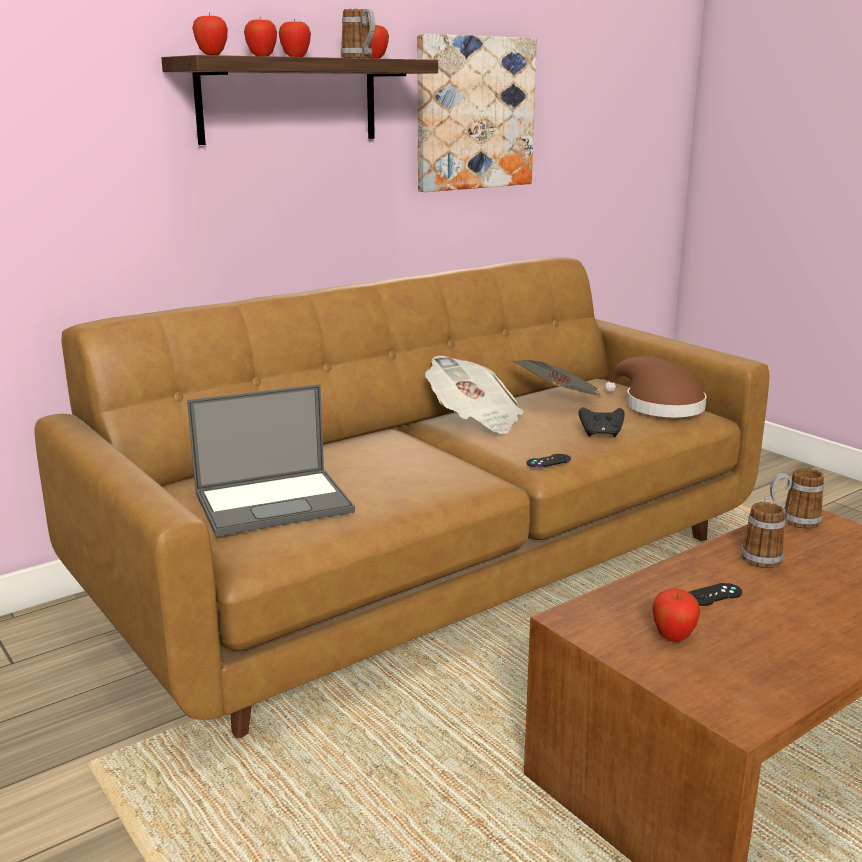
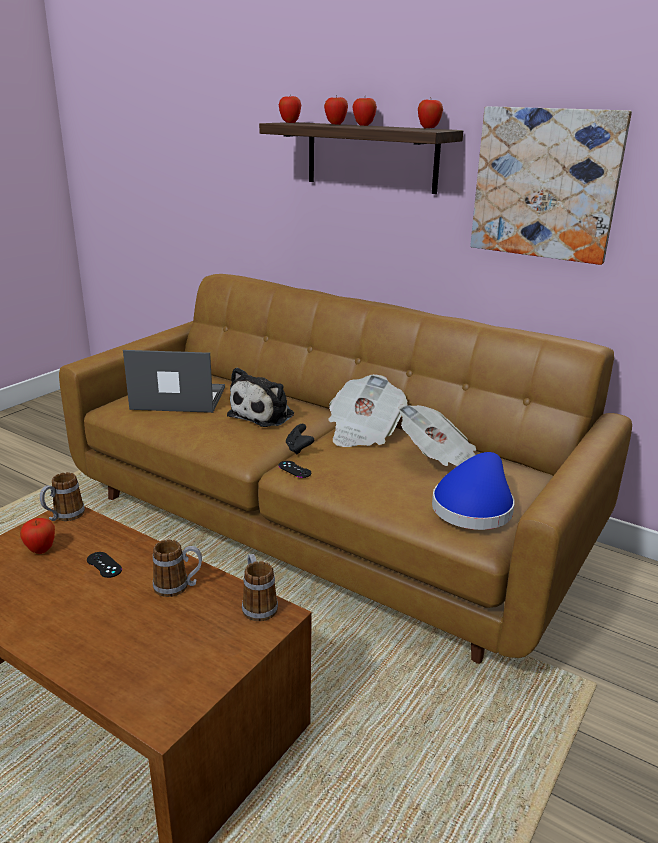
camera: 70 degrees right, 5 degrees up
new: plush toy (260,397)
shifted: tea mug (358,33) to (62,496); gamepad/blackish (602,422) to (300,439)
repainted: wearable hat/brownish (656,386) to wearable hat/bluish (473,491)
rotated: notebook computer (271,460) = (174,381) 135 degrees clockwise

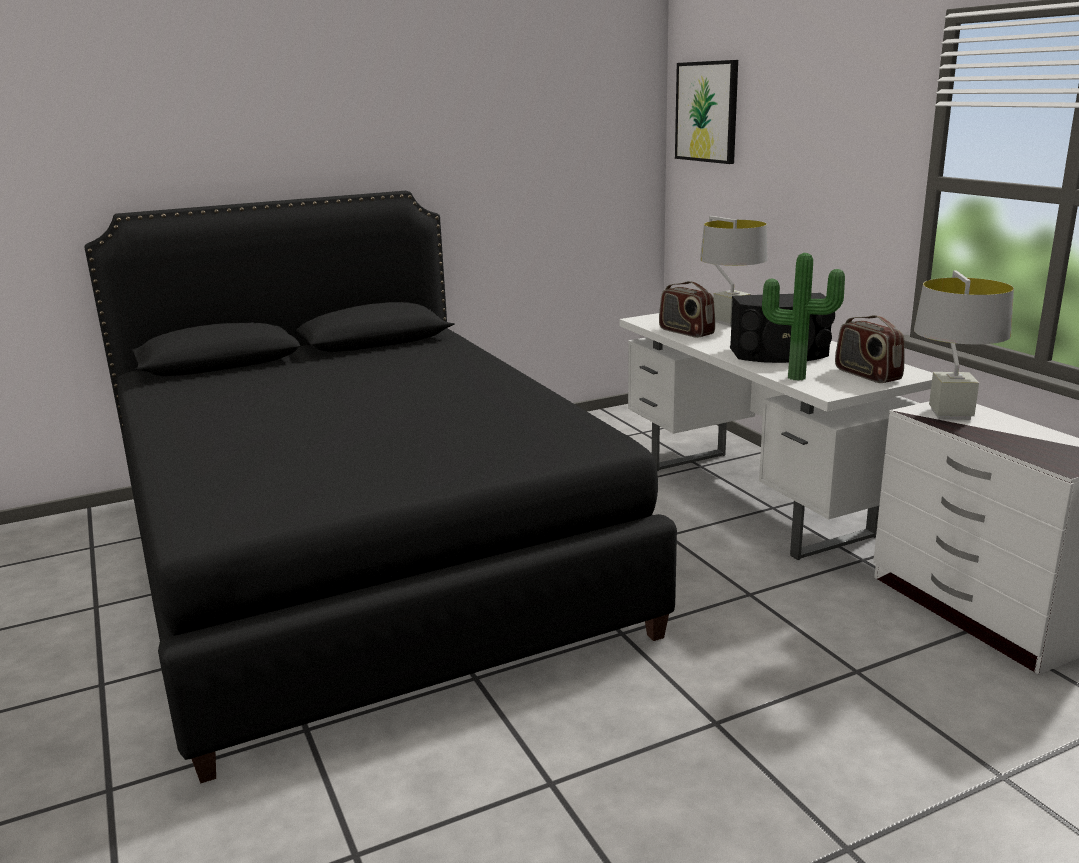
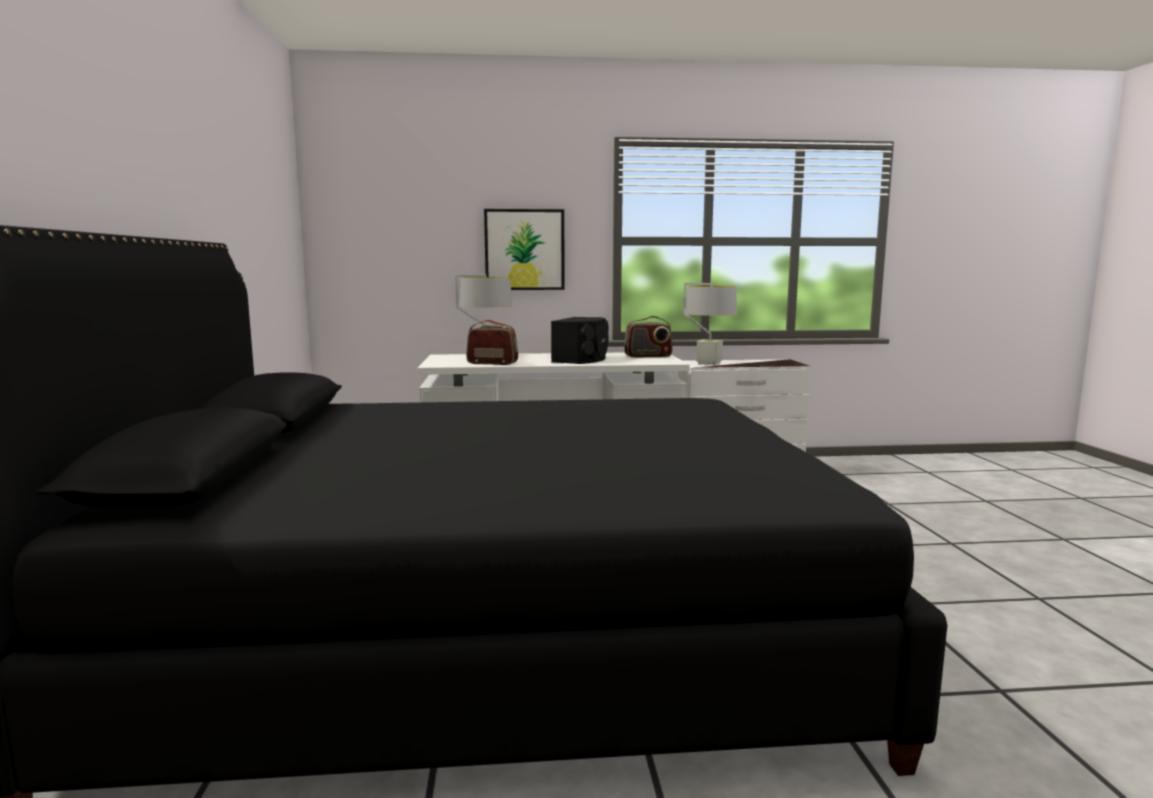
camera: 70 degrees left, 10 degrees down
gone: potted plant (803,317)
shifted: wall art (706,112) to (524,249)
rotated: radio receiver (687,309) = (492,342) 150 degrees counterclockwise

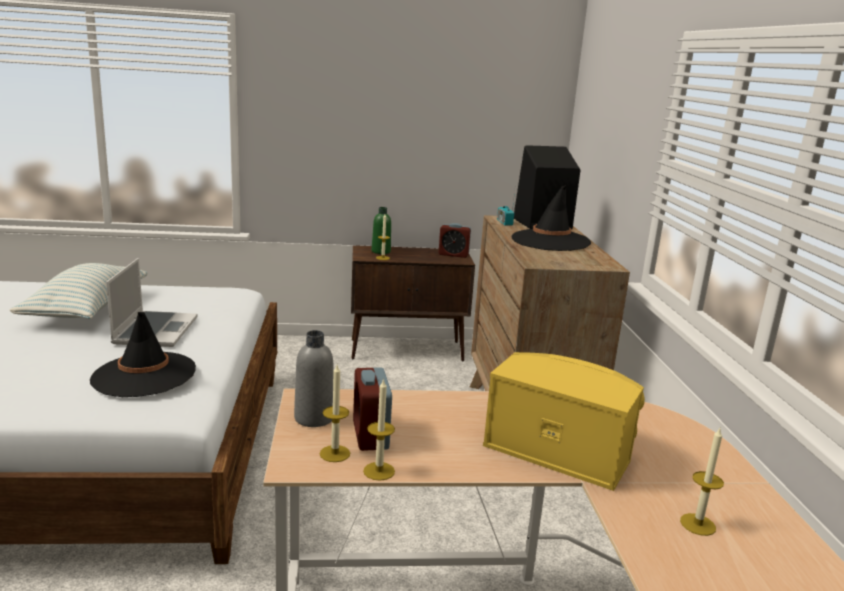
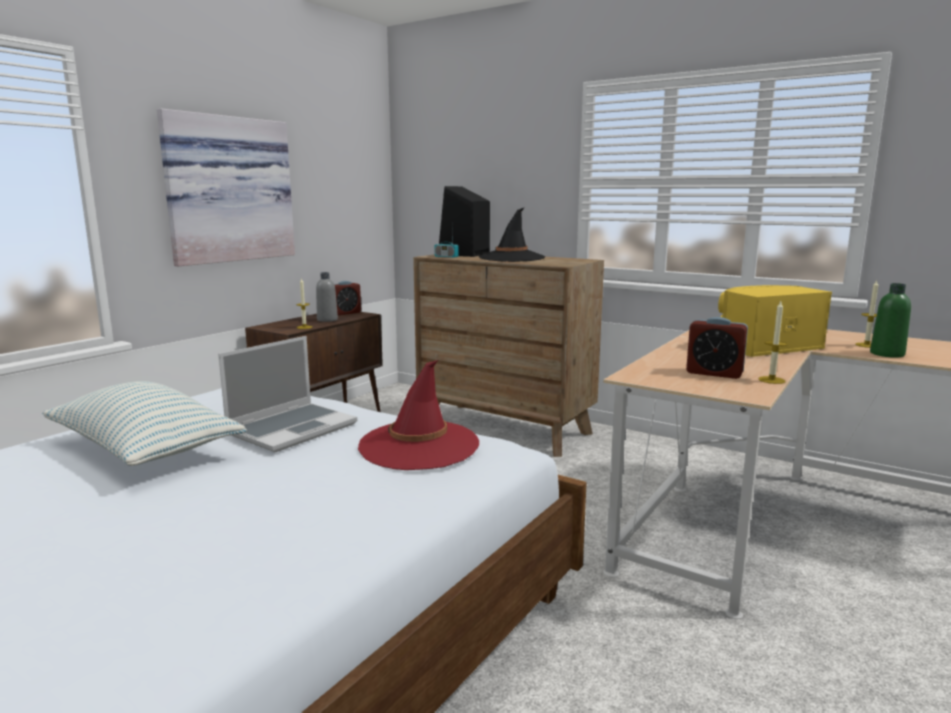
camera: 50 degrees left, 5 degrees down
gone: wax candle (335,413)
new: wall art (226,187)
shifted: drink bottle/green (381,230) to (890,320); drink bottle/greyish (314,378) to (327,297)
repainted: wearable hat/blackish (143,354) to wearable hat/red-coloured (418,415)
rotated: notebook computer (152,302) = (287,394) 90 degrees clockwise

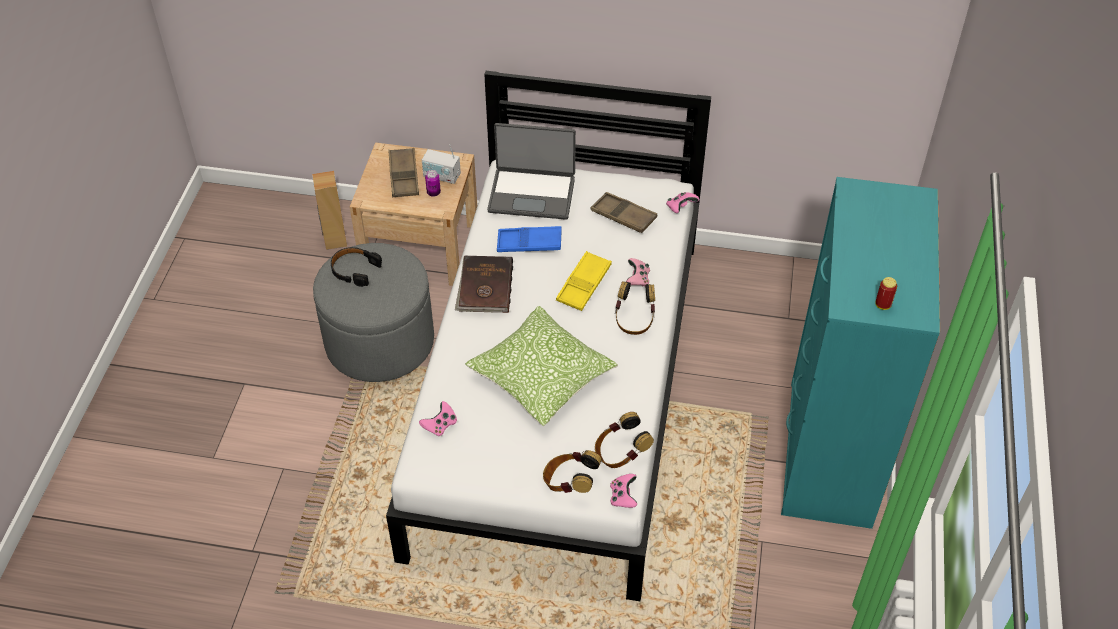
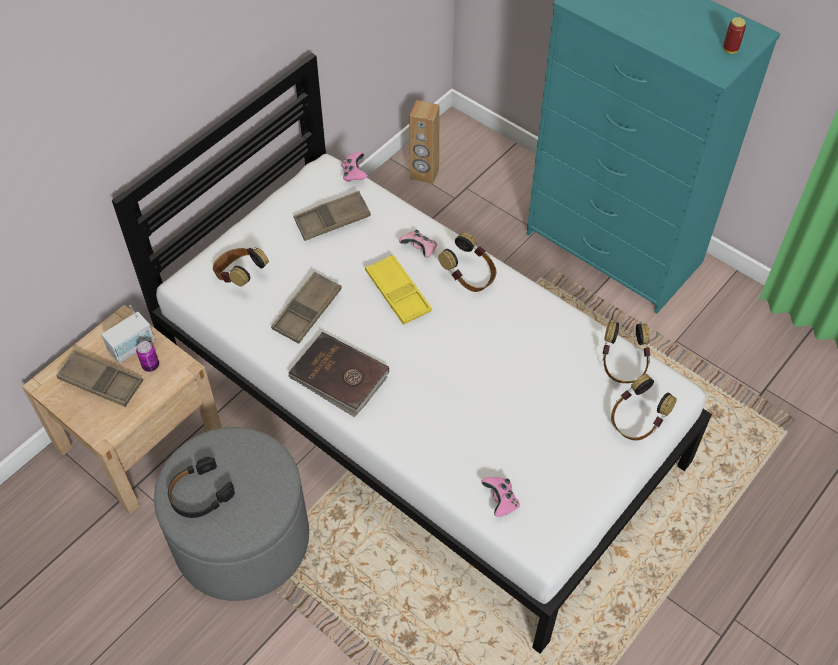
camera: 60 degrees left, 5 degrees up
gone: pillow (541,366); gamepad/pink (623,491)
shifted: loudspeaker/brownish (329,210) to (425,142)
swapped: notebook computer (531,171) to pair of headphones (241,267)
repainted: serving tray/bluish (529,239) to serving tray/brownish (306,308)

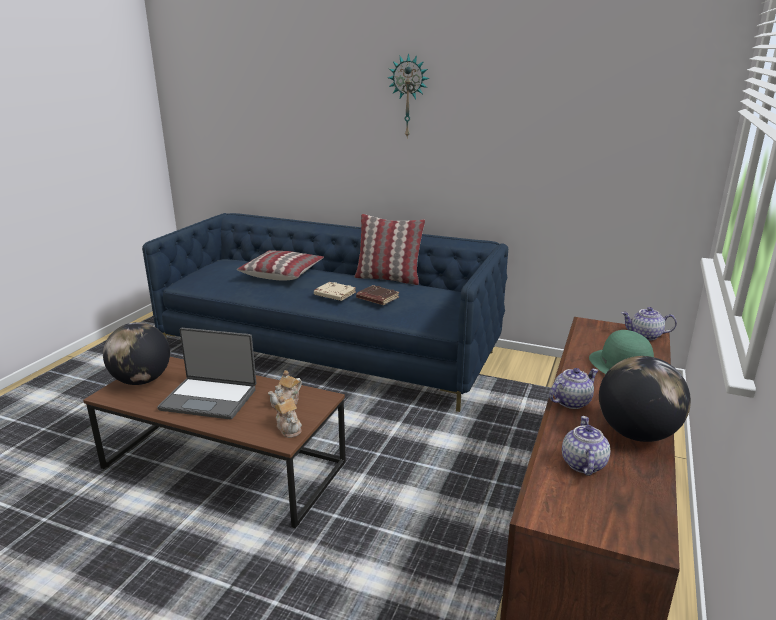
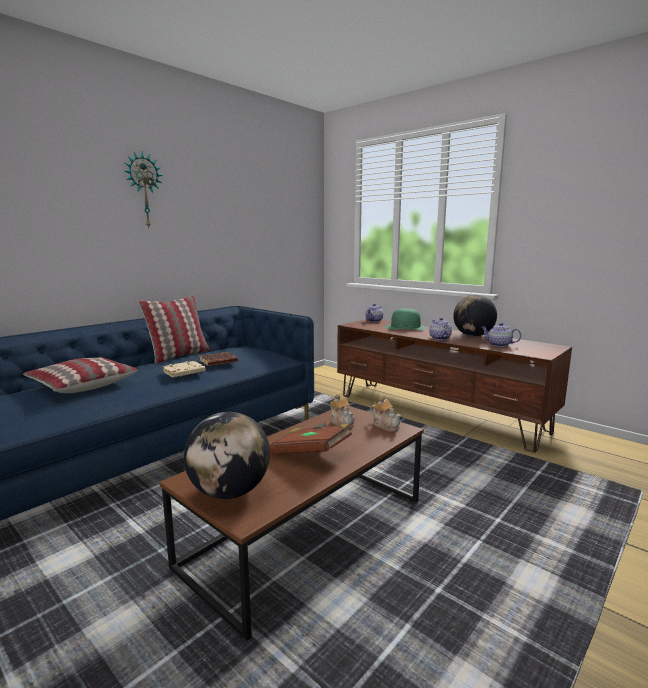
camera: 70 degrees left, 10 degrees down
swapped: notebook computer (206,374) to volume/brownish (310,439)
rotated: teapot (288,417) = (385,414) 60 degrees clockwise

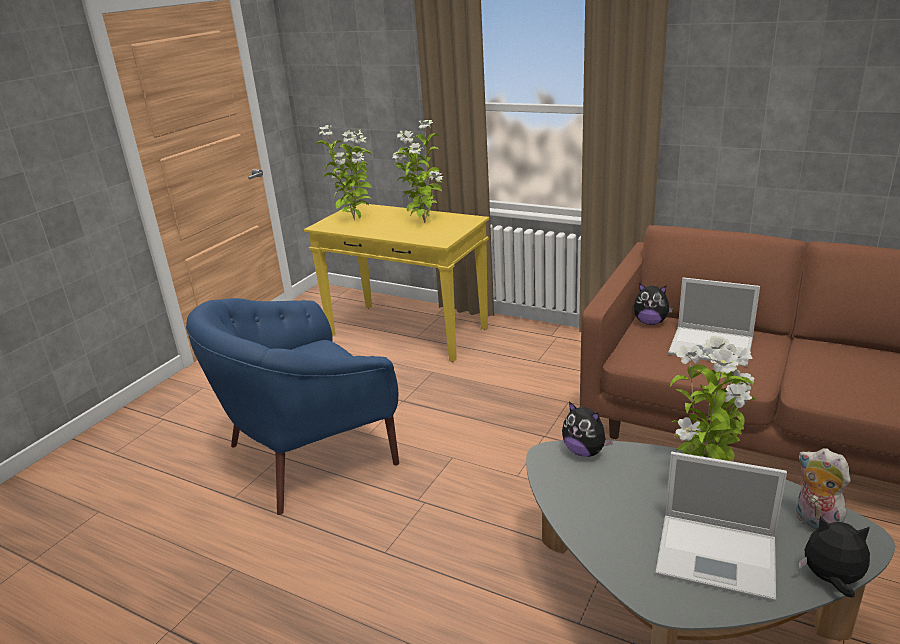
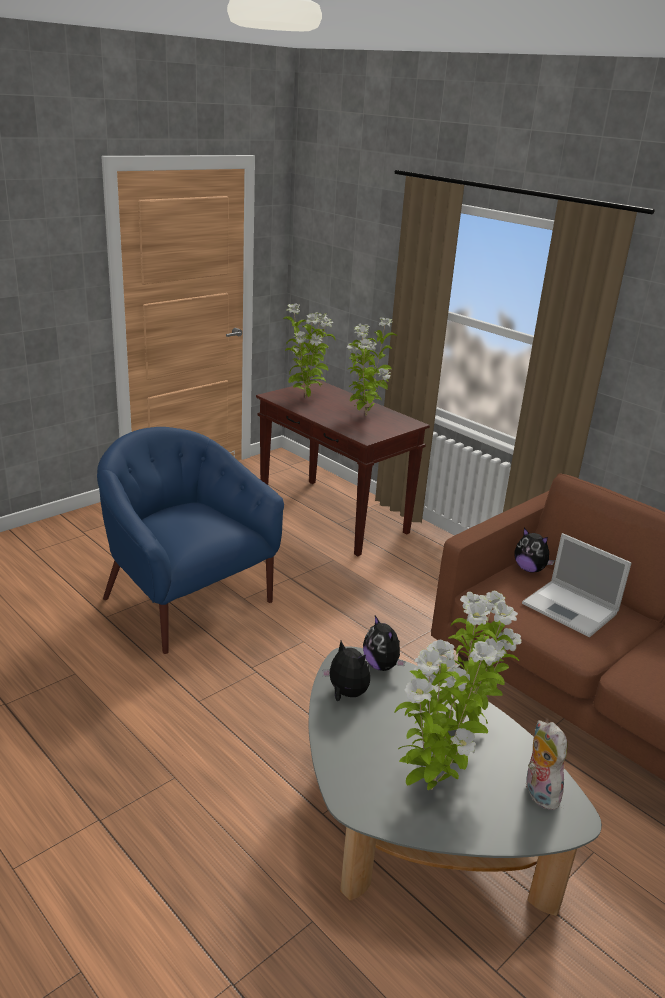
camera: 15 degrees right, 0 degrees up
shifted: plush toy (834,557) to (346,671)
swapped: notebook computer (721,527) to potted plant (449,715)
repainted: narrow table/yellow-coloured (396,282) to narrow table/brownish (343,468)
rotated: lounge chair/bluish (292,406) = (190,540) 60 degrees clockwise

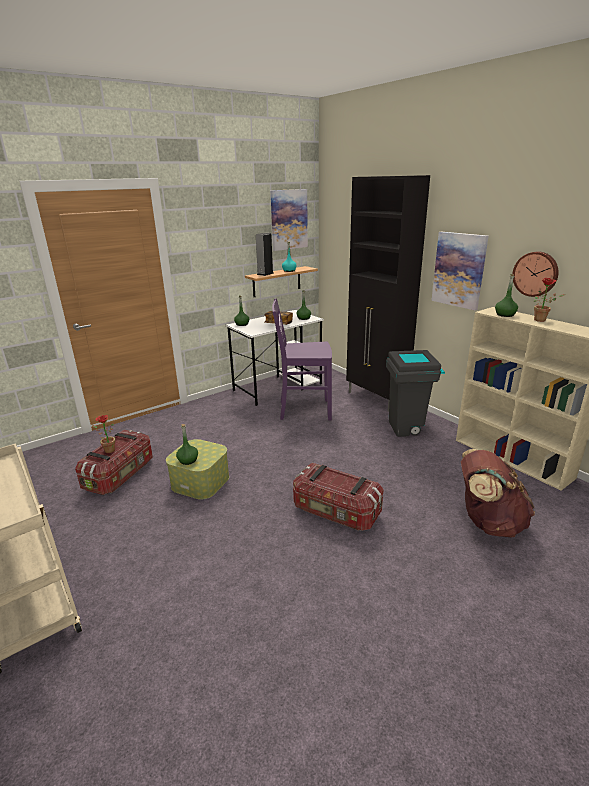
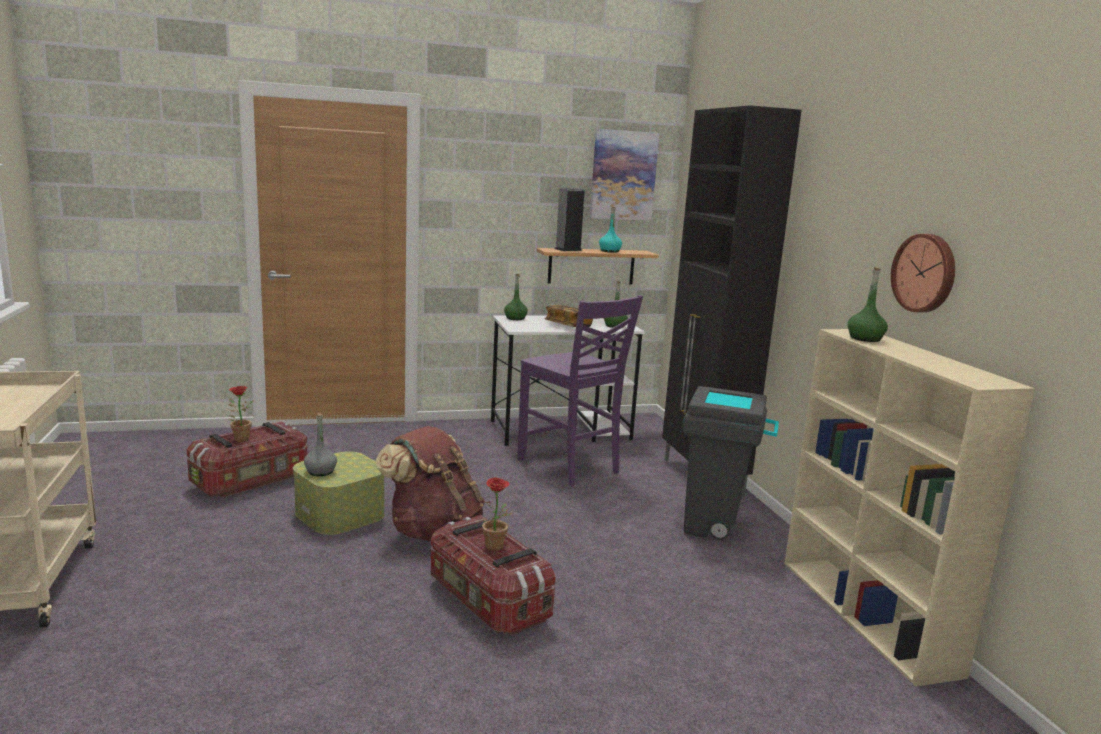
camera: 20 degrees right, 10 degrees down
gone: wall art (460,271)
shifted: potted plant (549,300) to (495,514); knapsack/brownish (498,493) to (430,483)
repainted: drink bottle/green (187,444) to drink bottle/greyish (320,444)
rotated: upright chair/purple-coloured (302,359) = (580,390) 150 degrees counterclockwise

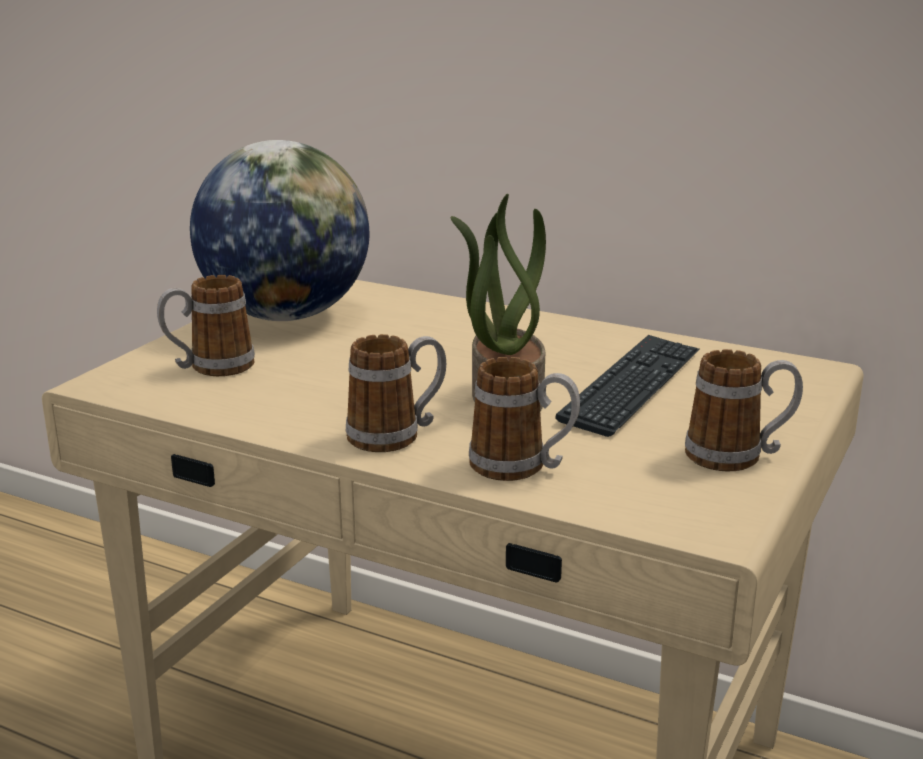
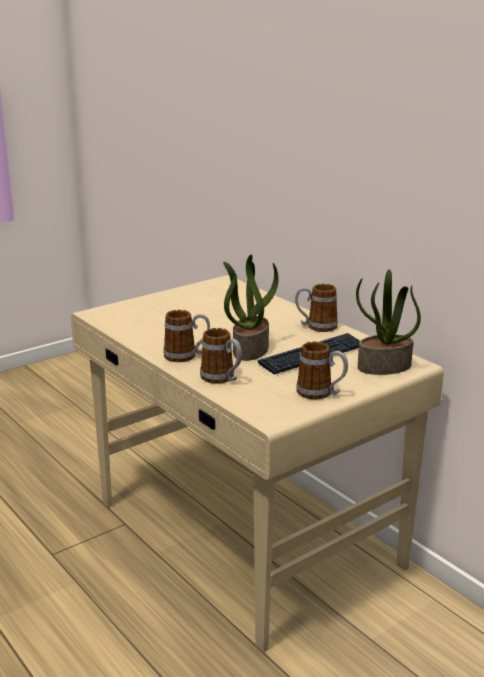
camera: 25 degrees right, 0 degrees up
gone: globe (279,230)
new: potted plant (388,322)
shifted: tea mug (206,325) to (316,308)

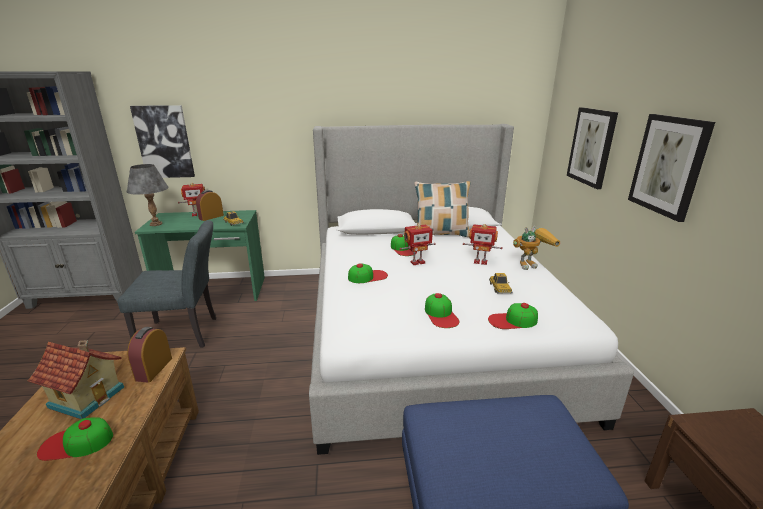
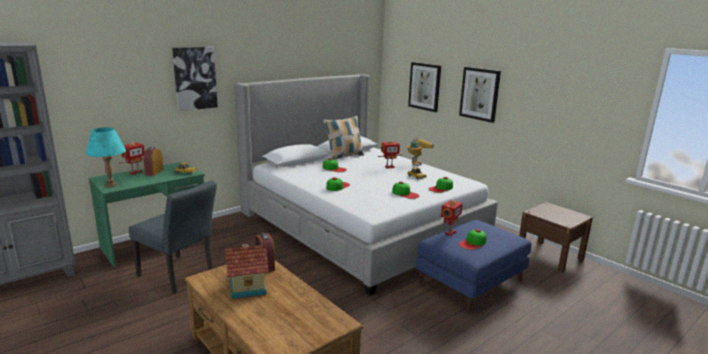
camera: 35 degrees left, 5 degrees down
shifted: wall art (162,141) to (195,79); model robot (418,244) to (452,218); peaked cap (75,439) to (473,239)
repainted: tabletop lamp/greyish (147,195) to tabletop lamp/turquoise-coloured (106,157)
rotated: upright chair/greyish (167,284) = (173,237) 75 degrees clockwise

